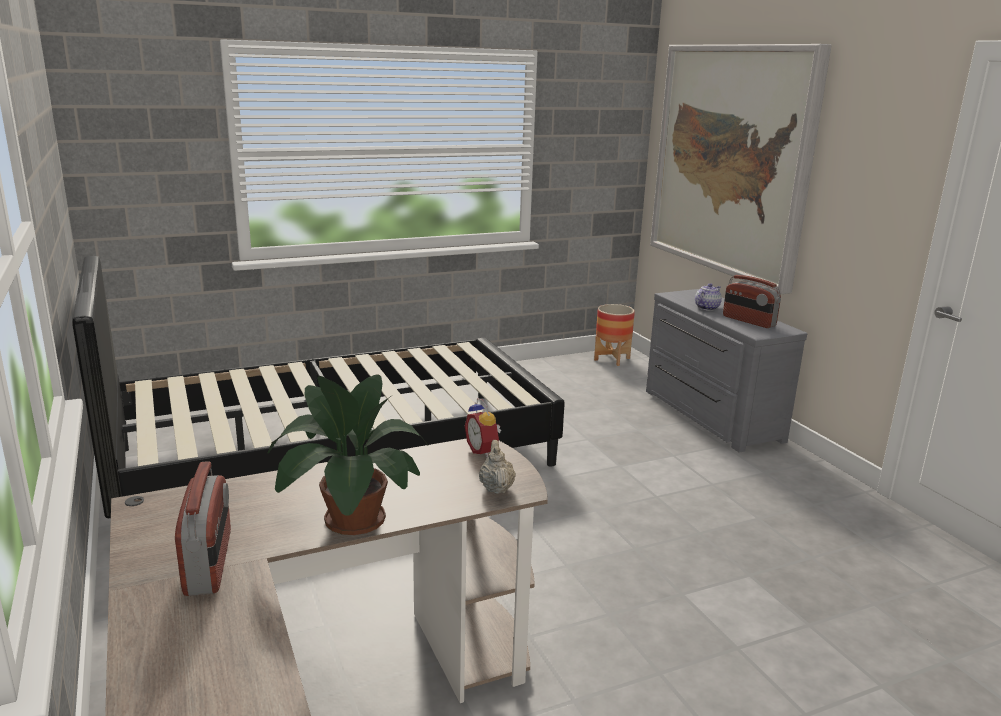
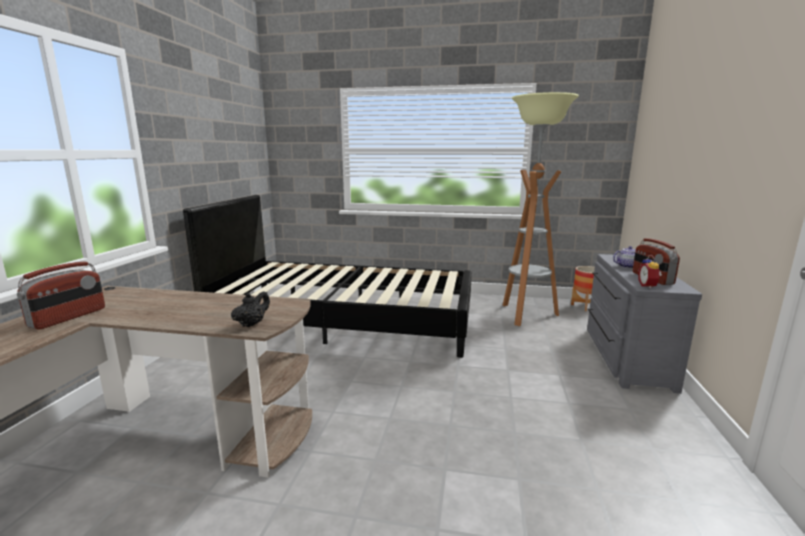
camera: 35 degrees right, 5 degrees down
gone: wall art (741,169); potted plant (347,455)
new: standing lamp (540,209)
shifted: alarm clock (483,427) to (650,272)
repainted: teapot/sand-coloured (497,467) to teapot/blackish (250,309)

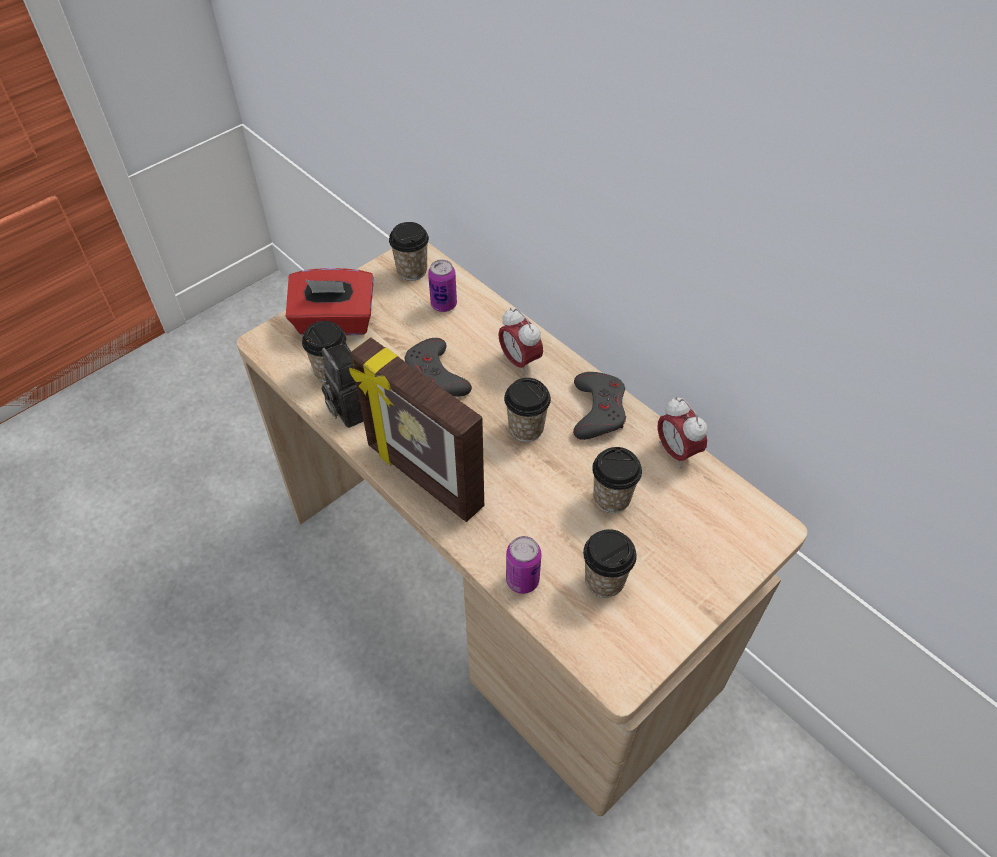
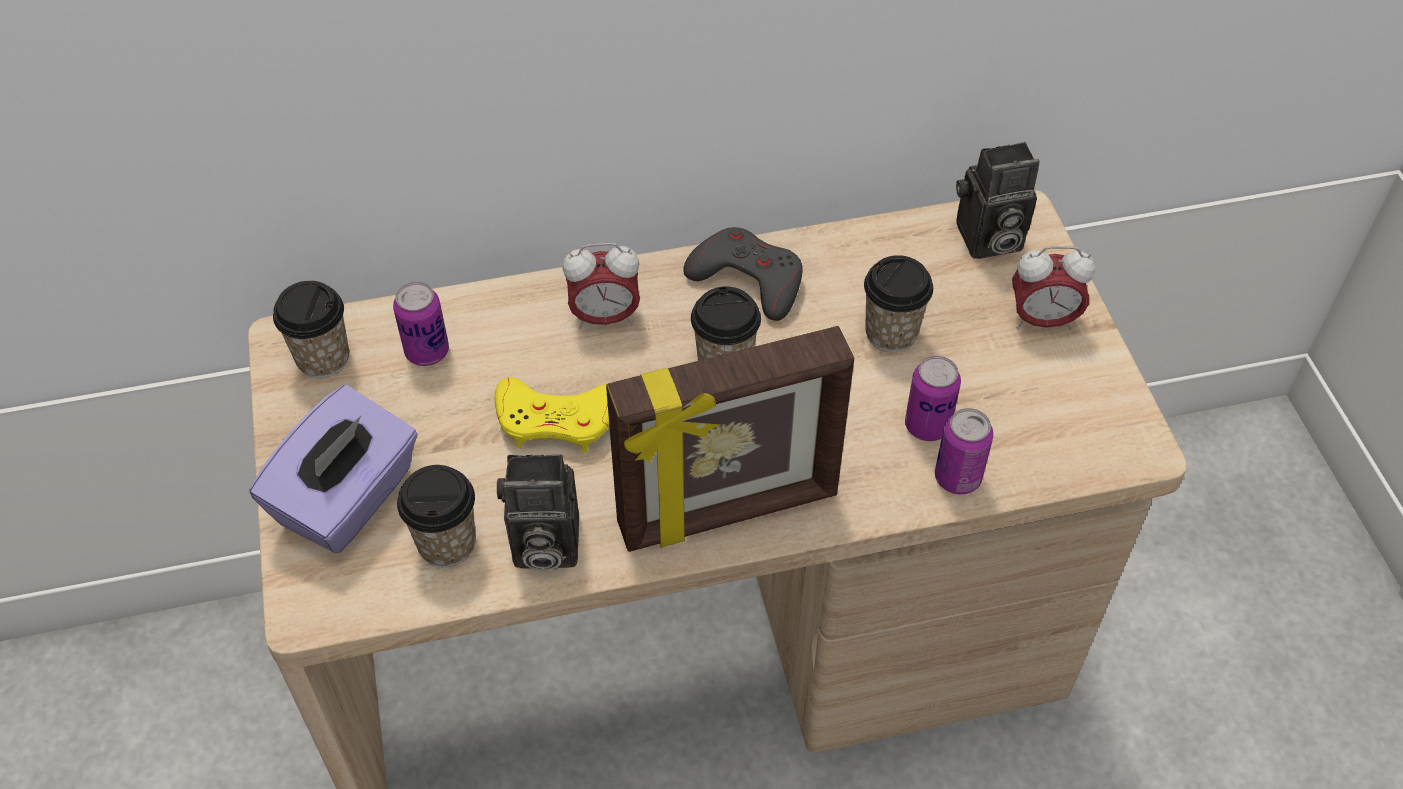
camera: 60 degrees left, 0 degrees up
gone: cup (610,563)
new: still camera (998,200); metal can (933,398)
shifted: alarm clock (683,432) to (1053,288)
repainted: tissue holder/red-coloured (330,301) to tissue holder/purple-coloured (333,469); gamepad/greyish (438,367) to gamepad/yellow-coloured (552,415)

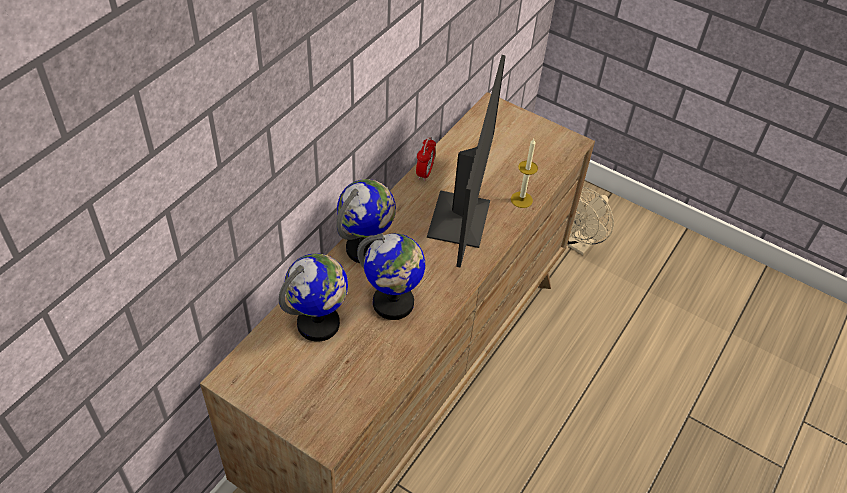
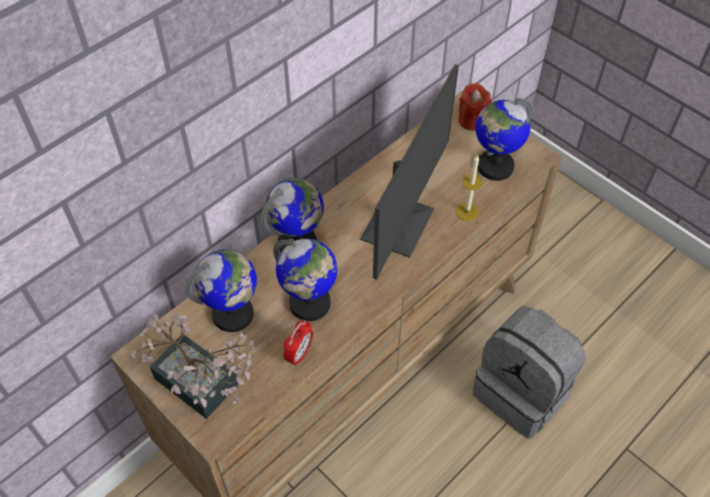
camera: 15 degrees right, 5 degrees up
gone: cooling fan/sand-coloured (590,221)
new: wax candle/red-coloured (475,107); globe (503,139); knapsack/greyish (529,372); potted plant (191,366)
shifted: alarm clock (426,159) to (298,343)

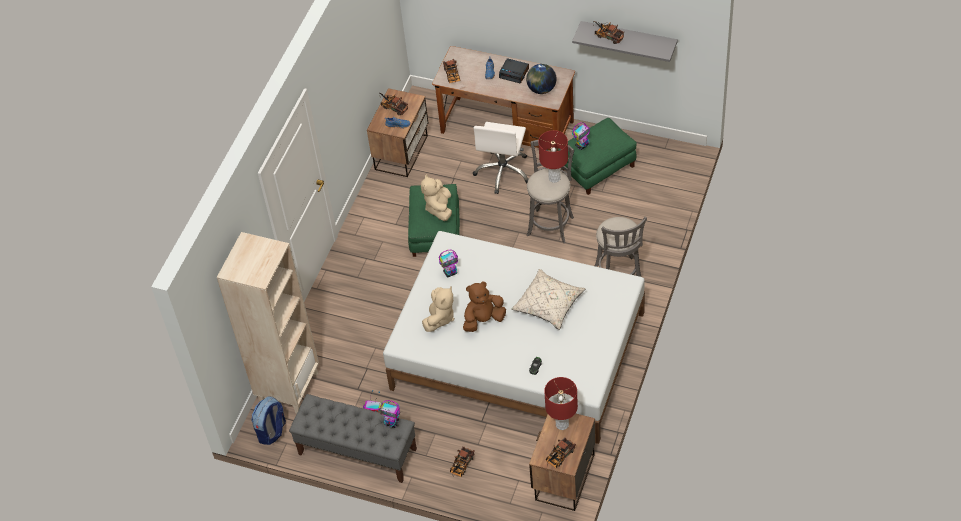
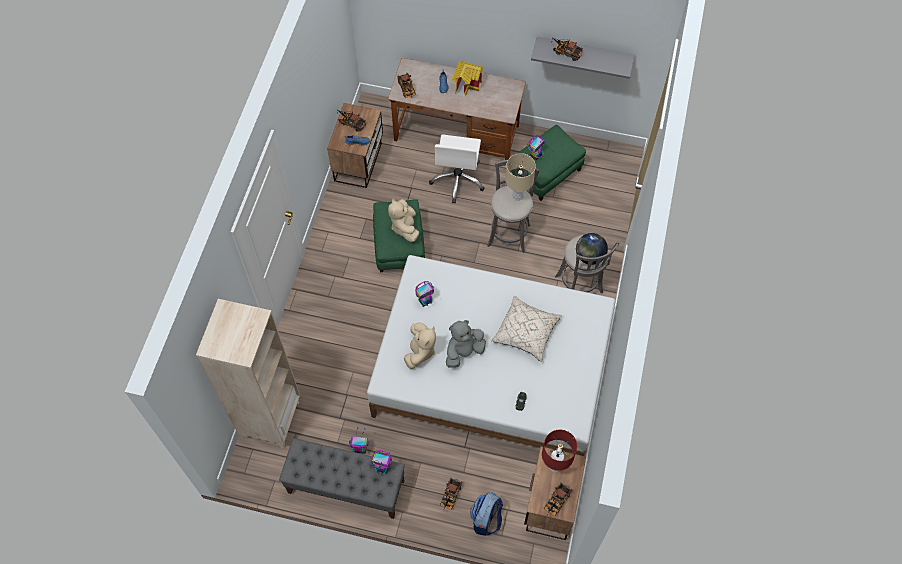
camera: 10 degrees left, 10 degrees up
shifted: globe (541,79) to (592,249); knapsack (268,420) to (486,514)
swapped: alarm clock (514,70) to miniature house (467,79)
repainted: tabletop lamp/red-coloured (553,156) to tabletop lamp/sand-coloured (520,177); plush toy/brownish (484,307) to plush toy/greyish (466,344)

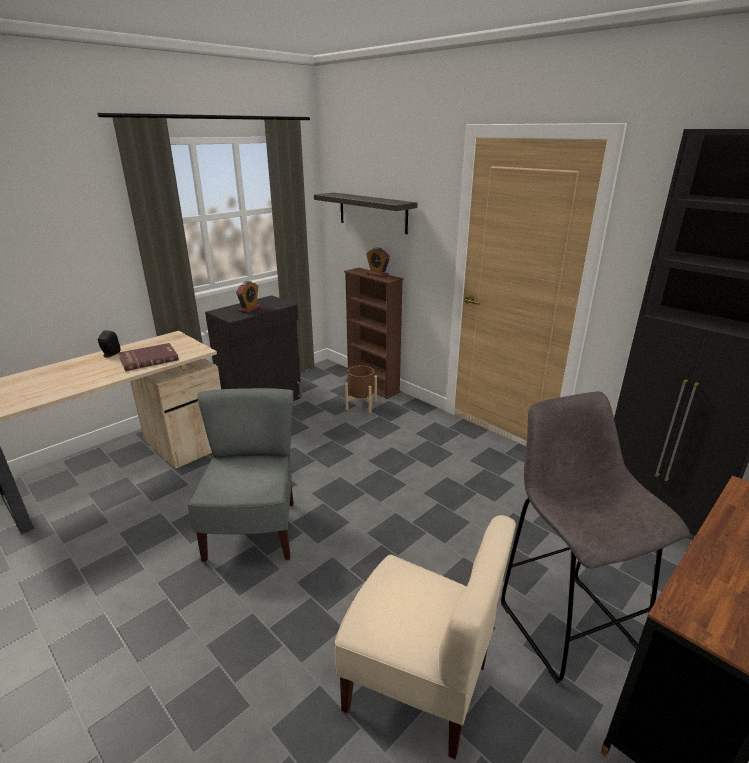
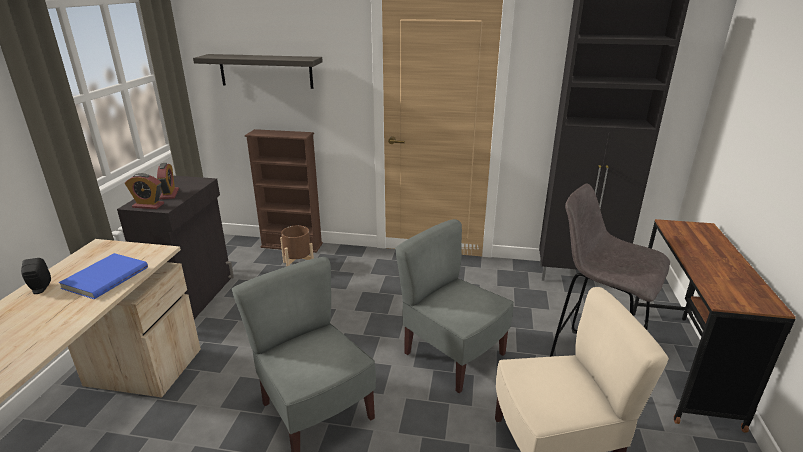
camera: 35 degrees left, 0 degrees up
new: upright chair/greyish (455,306)
shifted: alarm clock (378,262) to (144,191)
repainted: volume/red-coloured (148,357) to volume/bluish (103,276)

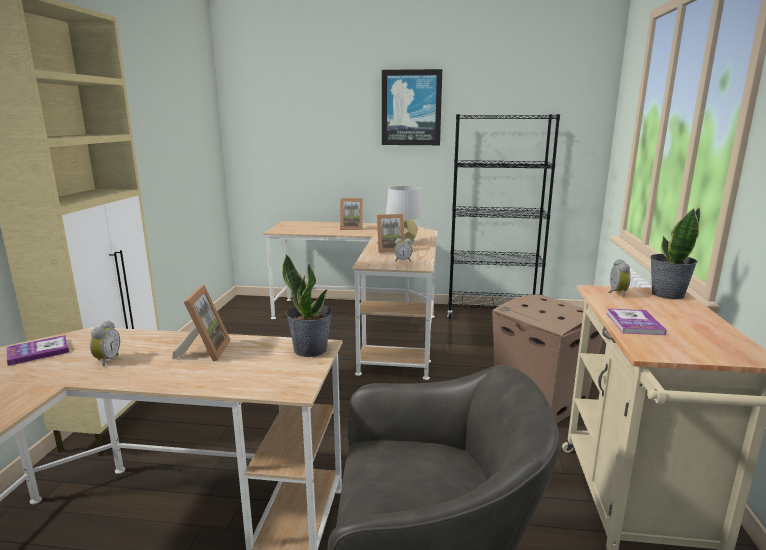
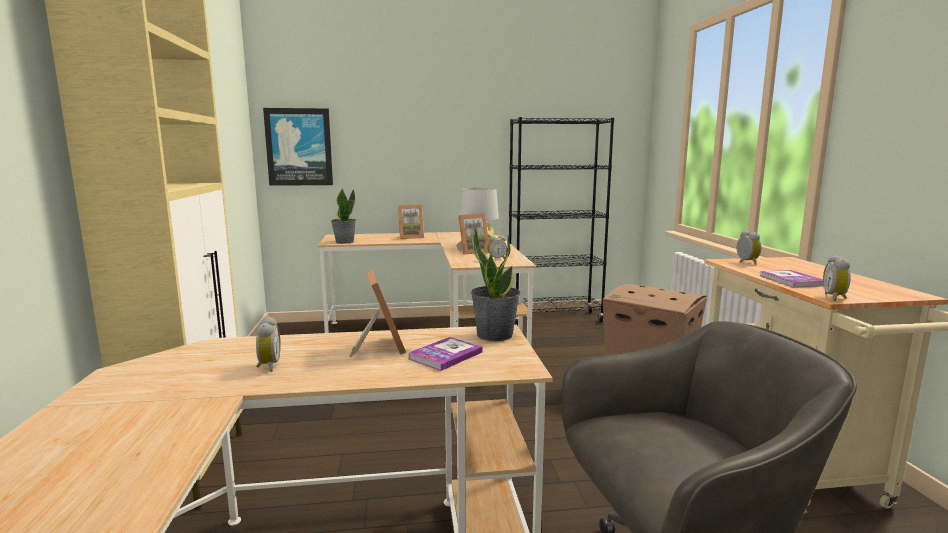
camera: 15 degrees left, 5 degrees down
new: alarm clock (837,278)
shifted: wall art (412,107) to (298,147); potted plant (675,253) to (343,216); volume (38,350) to (445,354)

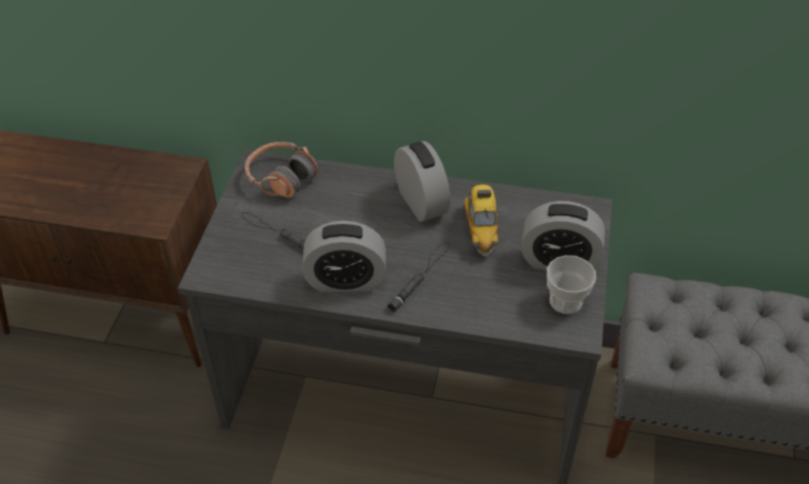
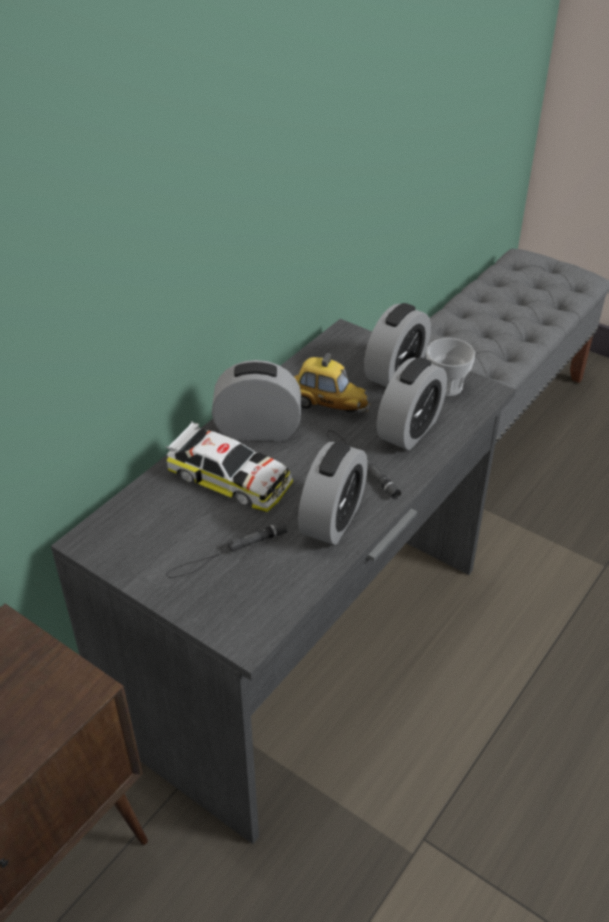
camera: 65 degrees left, 5 degrees down
gone: pair of headphones (282,170)
new: alarm clock (412,403); miniature car (229,466)

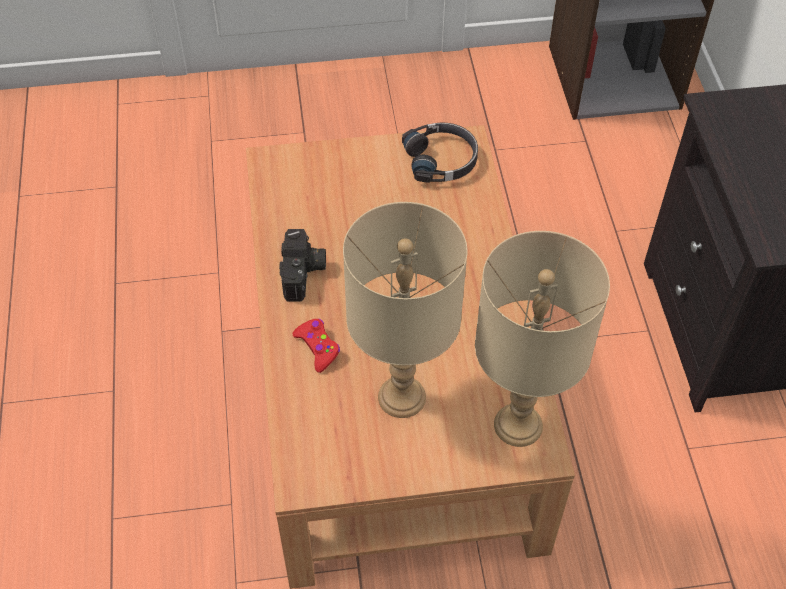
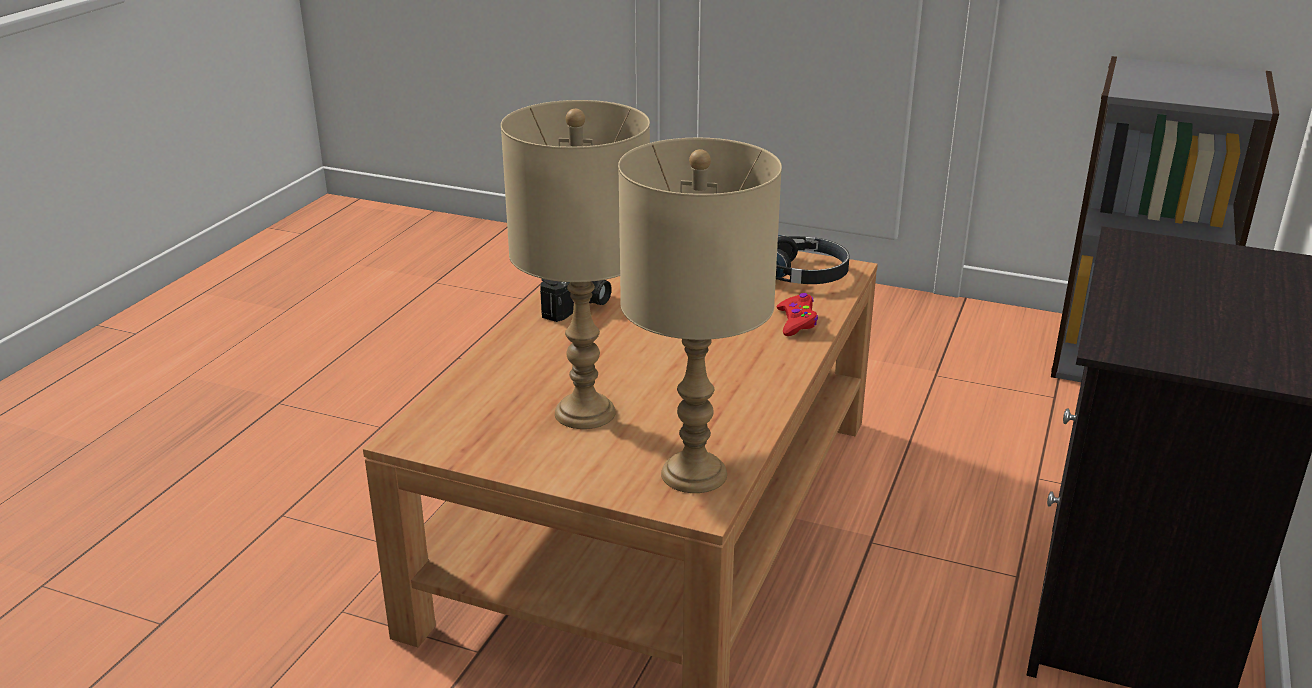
camera: 30 degrees right, 25 degrees down
shifted: gamepad/red-coloured (316,346) to (797,314)

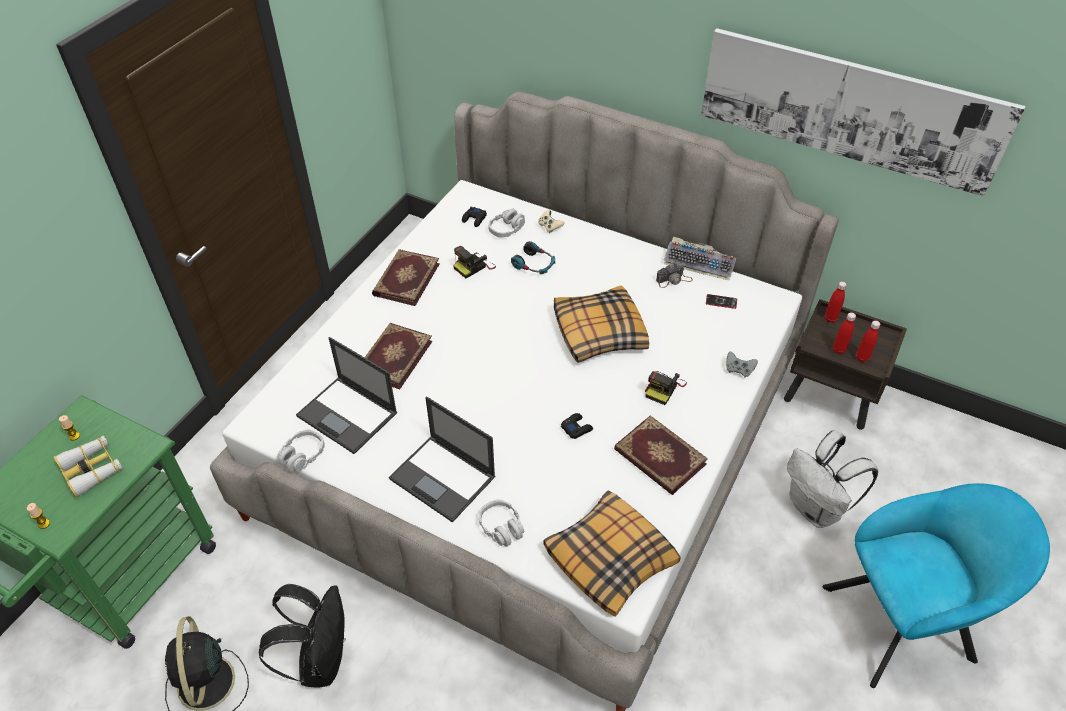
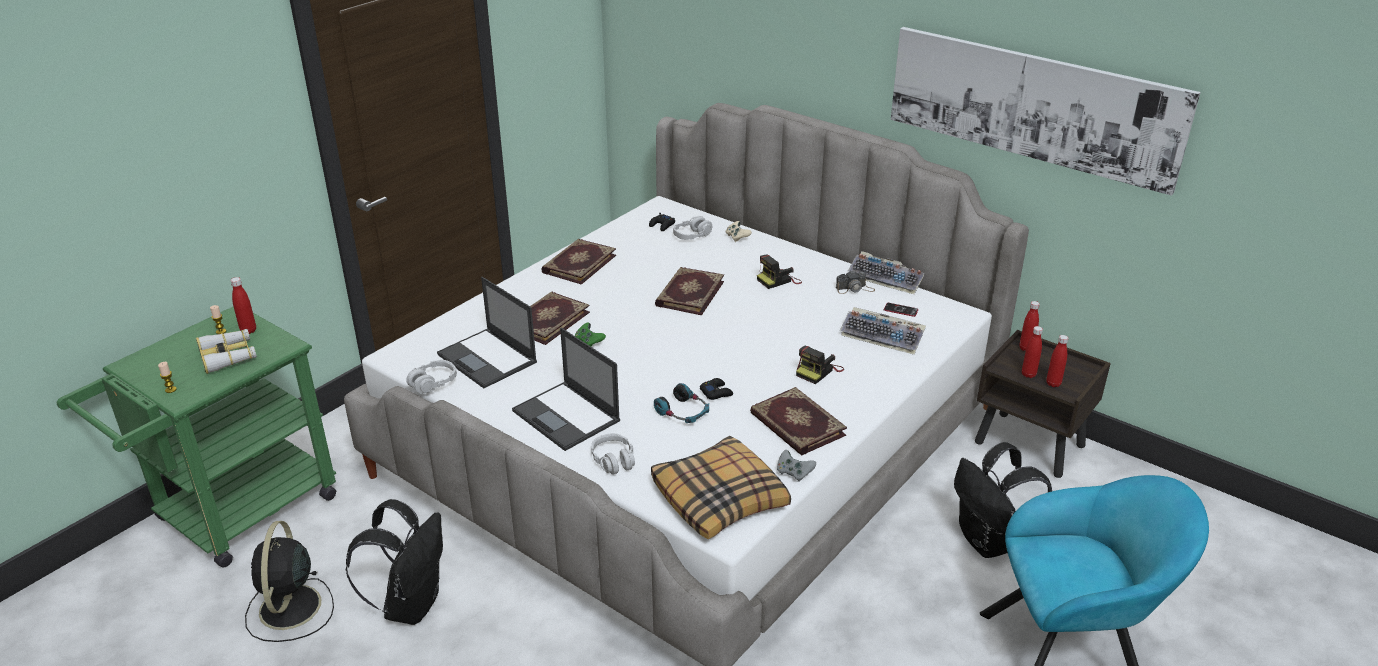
camera: 10 degrees right, 15 degrees down
gone: pillow (601,324)
new: volume (689,291); drink bottle/red-coloured (243,305); PC keyboard (883,331); gamepad/green (590,334)
shifted: pair of headphones (533,257) to (681,403); still camera (474,262) to (779,271); gamepad/greyish (742,365) to (796,466)
repainted: knapsack/white (832,479) to knapsack/blackish (1003,500)

